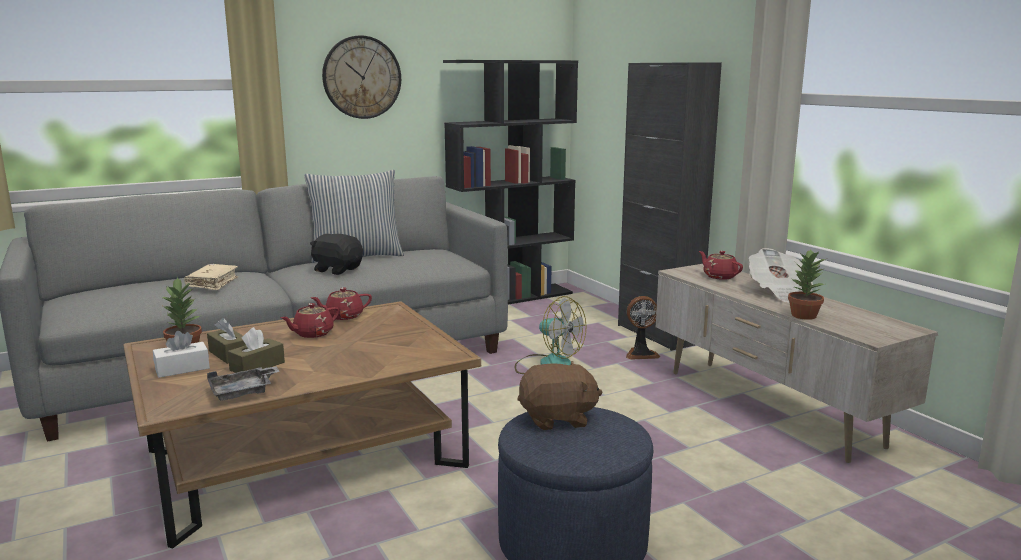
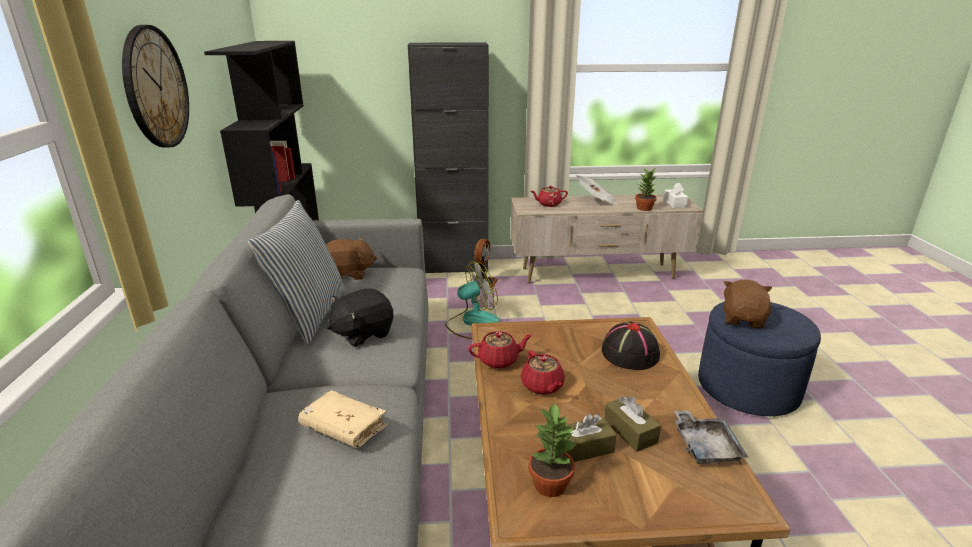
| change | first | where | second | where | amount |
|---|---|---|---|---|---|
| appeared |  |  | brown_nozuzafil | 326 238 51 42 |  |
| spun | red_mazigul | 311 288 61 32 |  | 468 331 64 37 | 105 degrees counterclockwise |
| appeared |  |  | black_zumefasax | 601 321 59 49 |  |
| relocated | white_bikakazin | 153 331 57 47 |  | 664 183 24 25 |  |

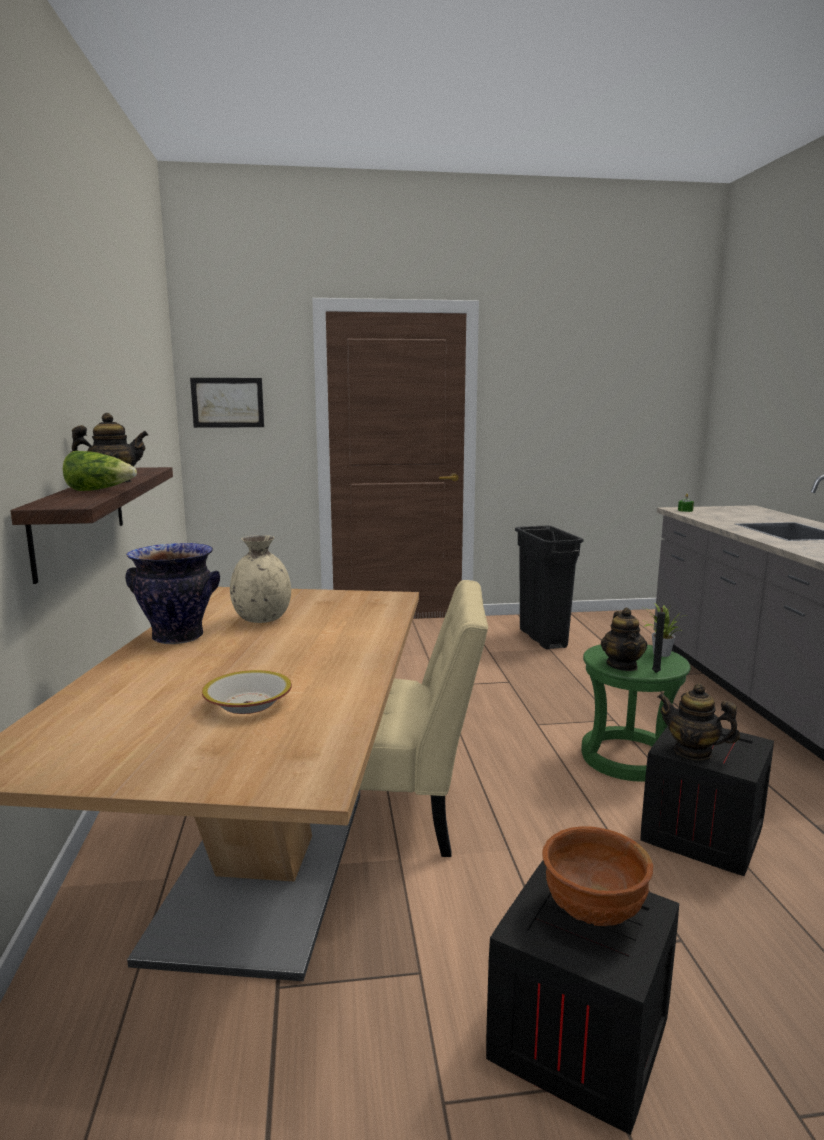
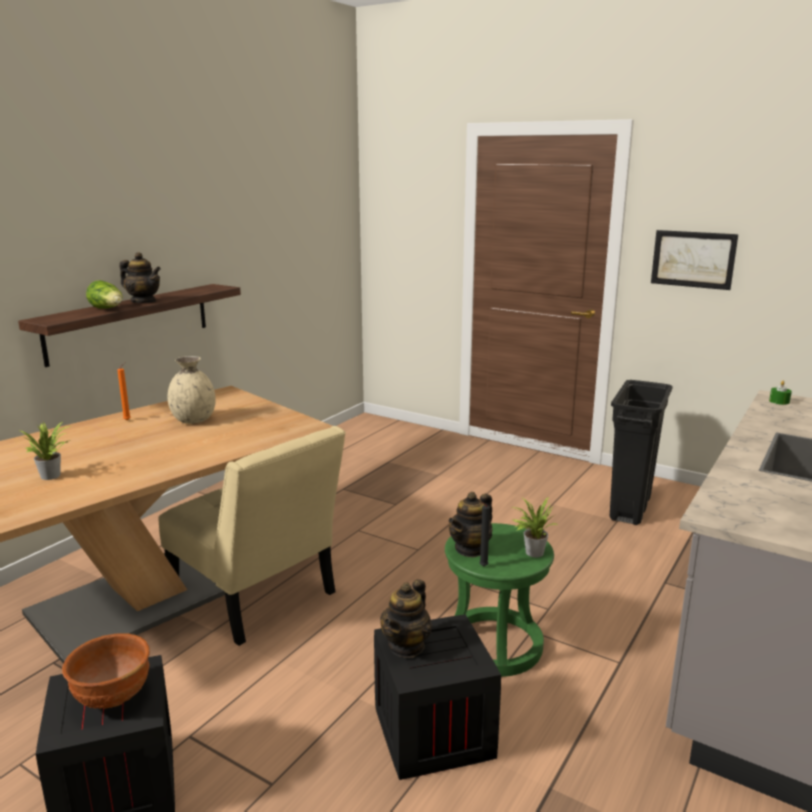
| change | first | where | second | where | amount |
|---|---|---|---|---|---|
| exchanged | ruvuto | 202 670 90 44 | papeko | 18 422 54 58 |  |
| exchanged | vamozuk | 125 543 95 101 | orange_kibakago | 117 362 14 58 |  |
| spun | mazigul | 657 684 83 76 |  | 380 579 52 79 | 135 degrees counterclockwise |
| relocated | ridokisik | 190 378 74 50 |  | 651 230 87 60 |  |

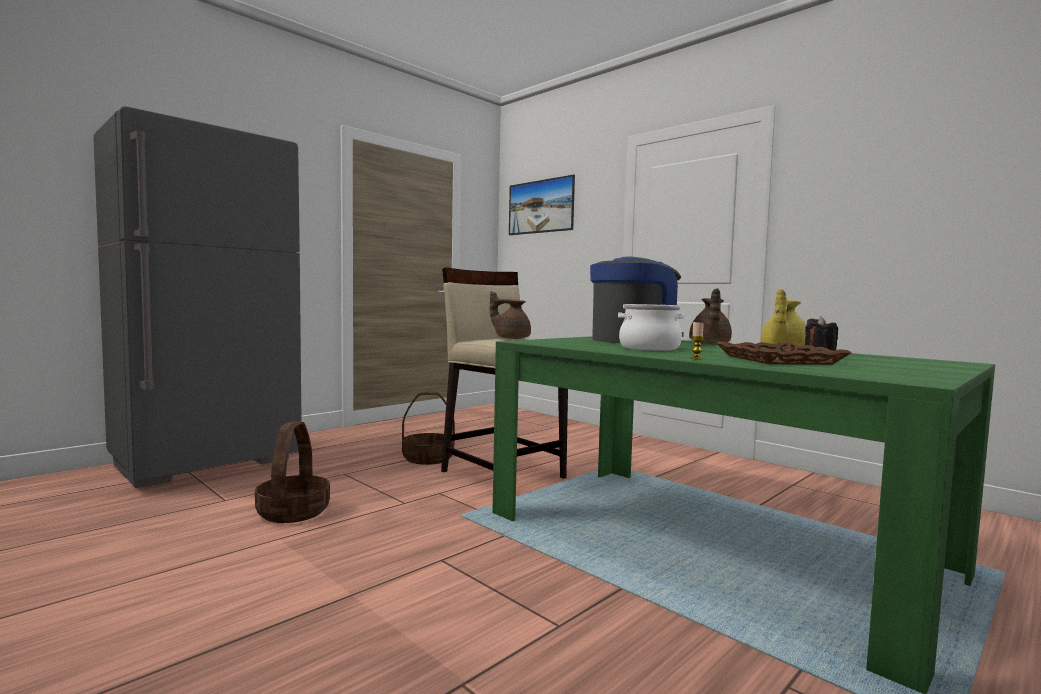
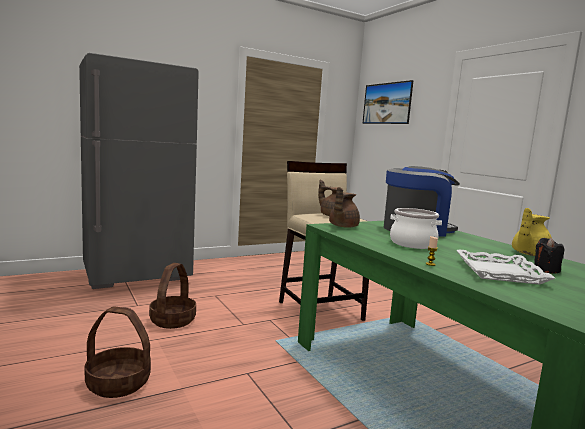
| change | first | where | second | where | amount |
|---|---|---|---|---|---|
| relocated | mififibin | 402 392 53 73 |  | 85 306 66 92 |  |
| relocated | brown_mazigul | 689 288 43 56 |  | 329 187 31 41 |  |
| colour | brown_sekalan | 716 341 136 24 | white_sekalan | 456 249 99 36 |  |

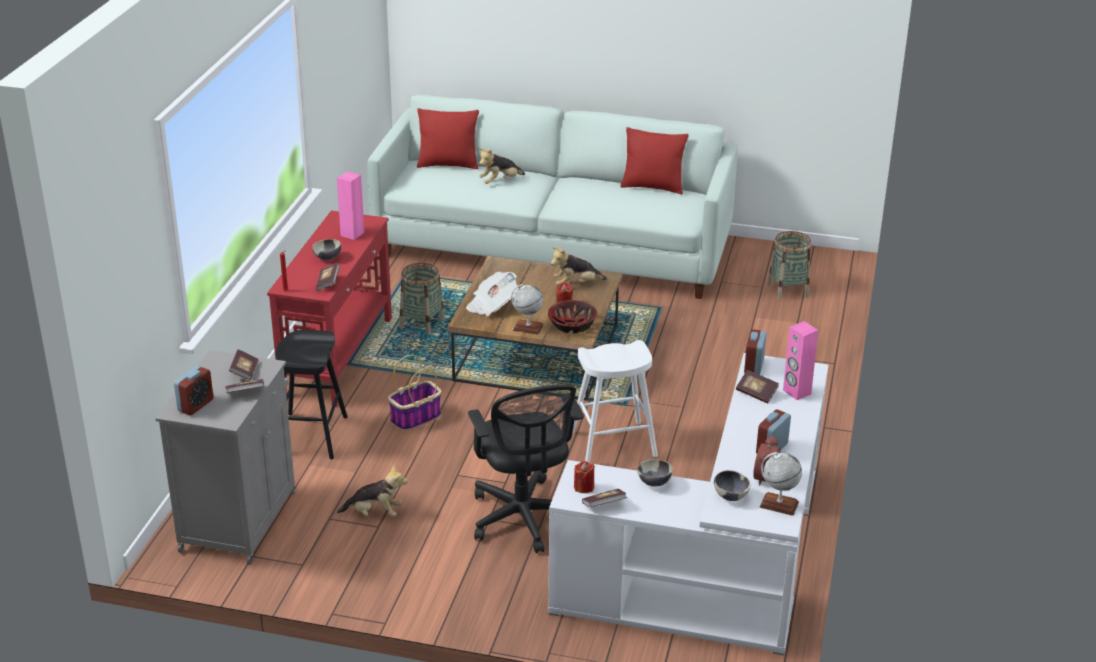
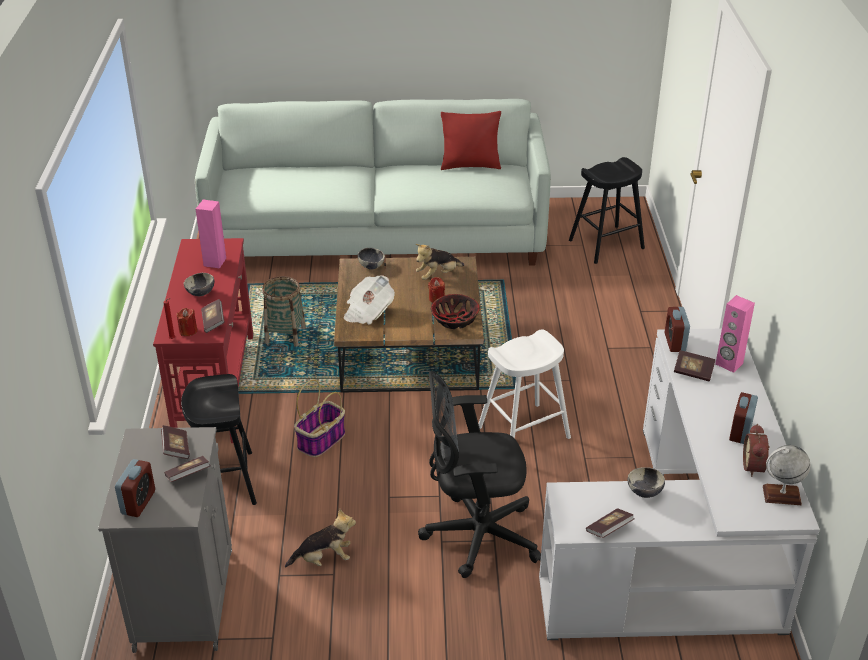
| change | first | where | second | where | amount |
|---|---|---|---|---|---|
| relocated | red_kibakago | 574 461 21 32 |  | 177 308 20 28 |  |
| relocated | ruvuto | 714 470 37 31 |  | 358 248 27 22 |  |
| spun | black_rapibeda | 468 384 116 169 |  | 418 371 123 207 | 120 degrees clockwise |
| exchanged | mififibin | 767 231 44 69 | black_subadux | 569 157 76 107 |  |
| missing | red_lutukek | 417 108 62 61 |  |  |  |
| missing | nozuzafil | 479 148 46 36 |  |  |  |
| missing | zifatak | 511 284 33 51 |  |  |  |

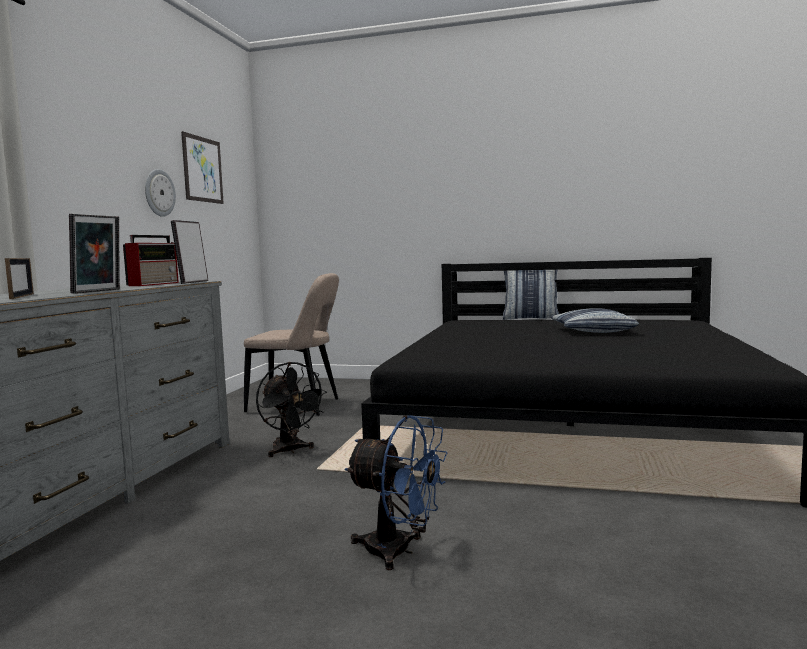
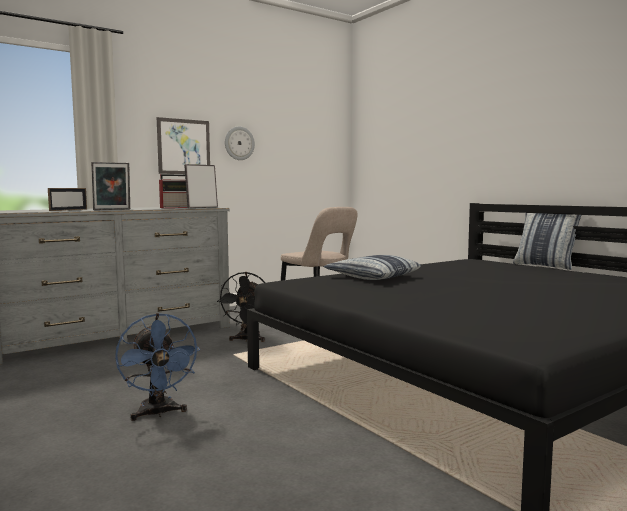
| change | first | where | second | where | amount |
|---|---|---|---|---|---|
| relocated | ridokisik | 181 131 43 73 |  | 157 117 53 57 |  |
| relocated | lutukek | 551 308 88 25 |  | 324 255 97 25 |  |

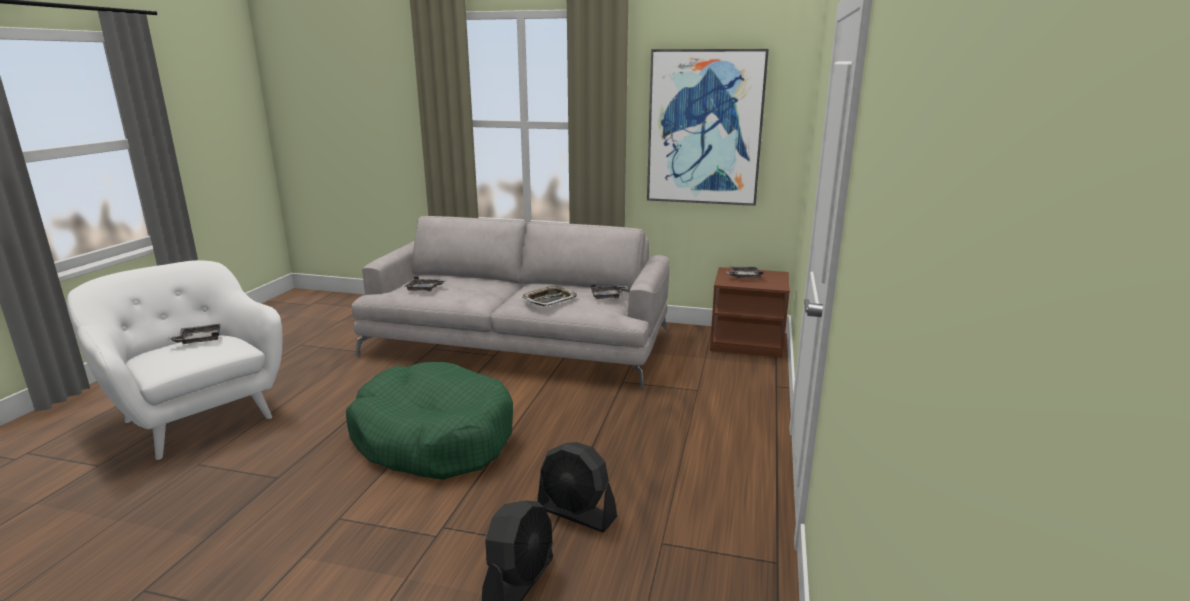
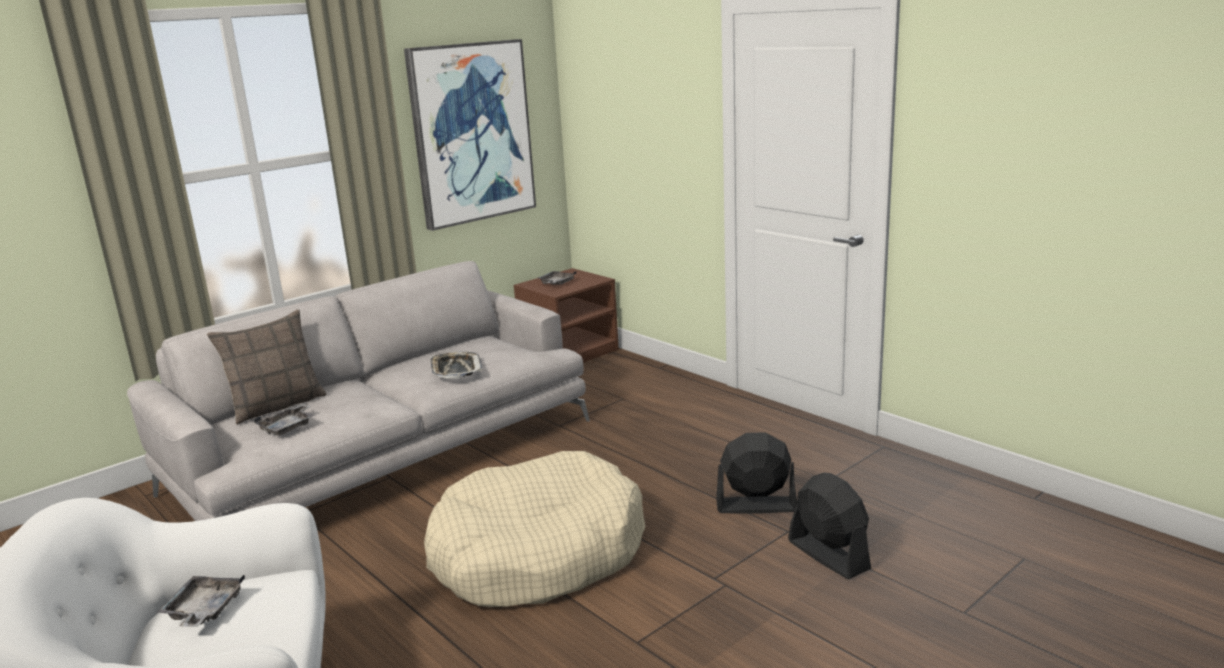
| change | first | where | second | where | amount |
|---|---|---|---|---|---|
| appeared |  |  | lutukek | 207 310 119 115 |  |
| colour | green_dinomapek | 346 362 167 118 | beige_dinomapek | 424 451 221 156 |  |
| spun | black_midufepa | 537 442 80 90 |  | 716 432 81 82 | 150 degrees counterclockwise |
| missing | grey_sekalan | 591 284 37 15 |  |  |  |

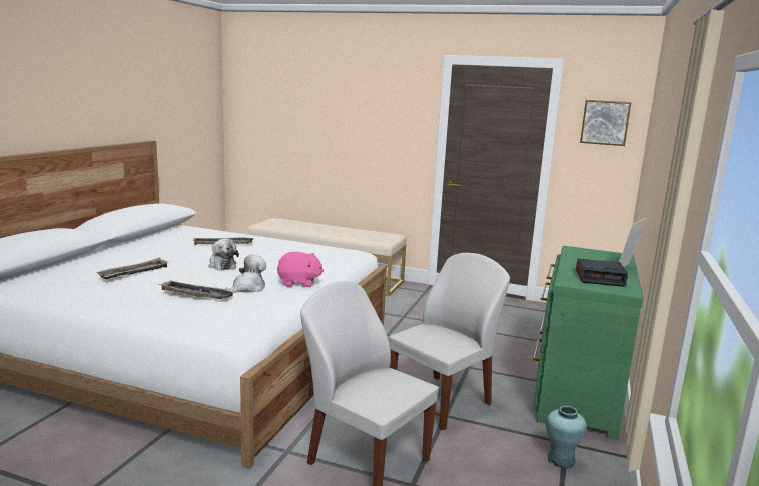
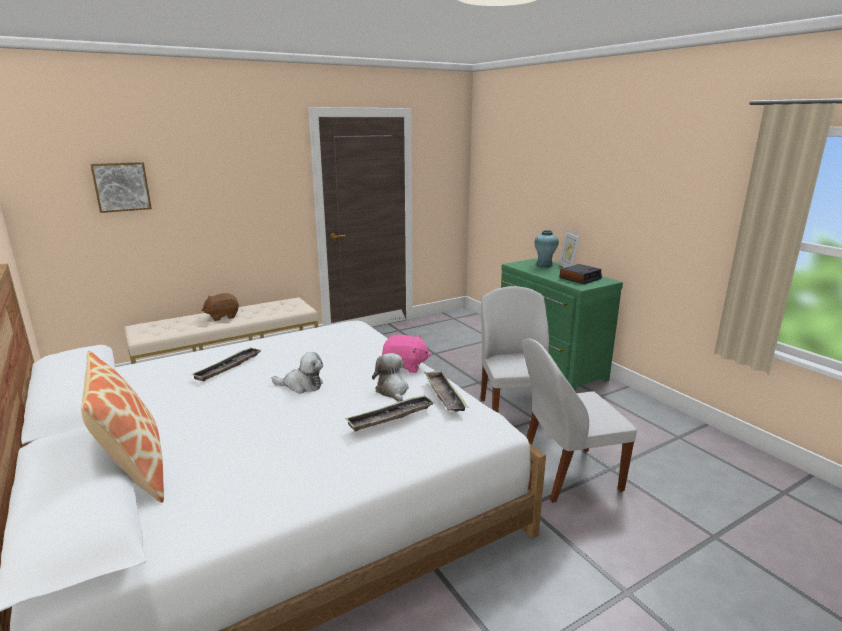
| change | first | where | second | where | amount |
|---|---|---|---|---|---|
| appeared |  |  | lutukek | 81 351 83 152 |  |
| relocated | ridokisik | 580 100 52 46 |  | 90 162 62 51 |  |
| appeared |  |  | brown_nozuzafil | 202 293 37 28 |  |
| spun | pink_nozuzafil | 277 252 47 35 |  | 382 335 49 38 | 60 degrees clockwise |
| relocated | sekalan | 96 258 72 22 |  | 424 371 45 41 |  |
| relocated | turquoise_vamozuk | 546 406 41 62 |  | 534 230 25 38 |  |

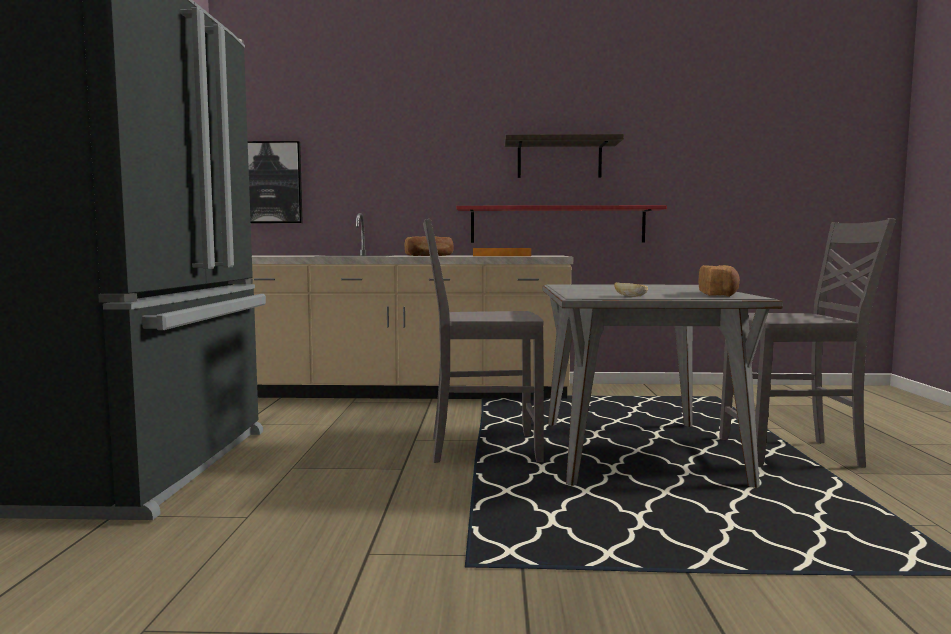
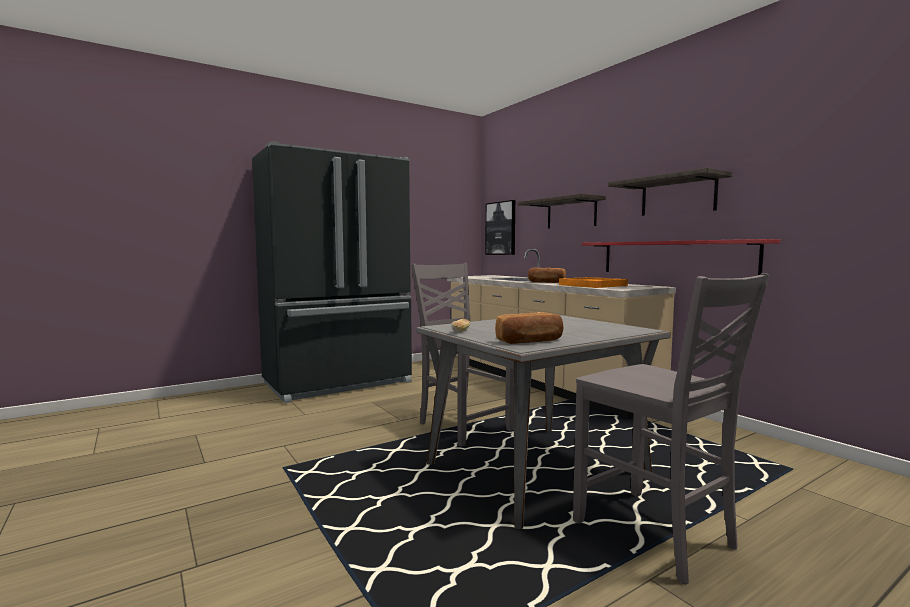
| change | first | where | second | where | amount |
|---|---|---|---|---|---|
| appeared |  |  | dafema | 518 194 88 35 |  |

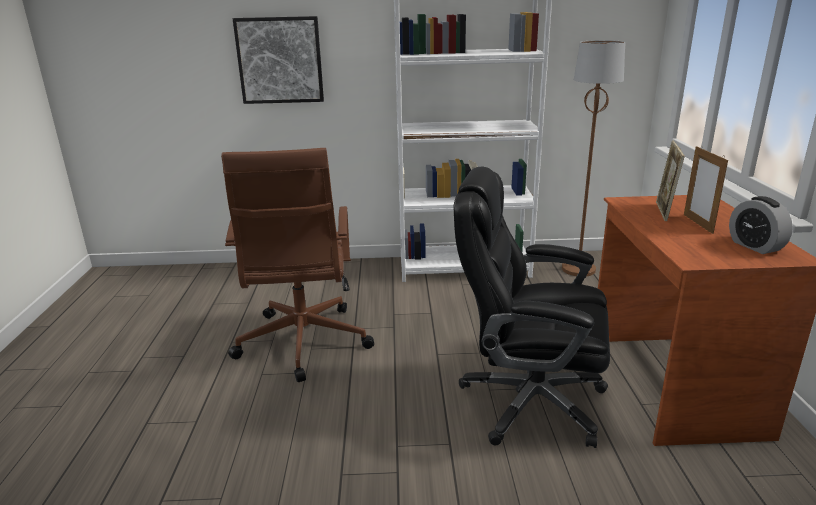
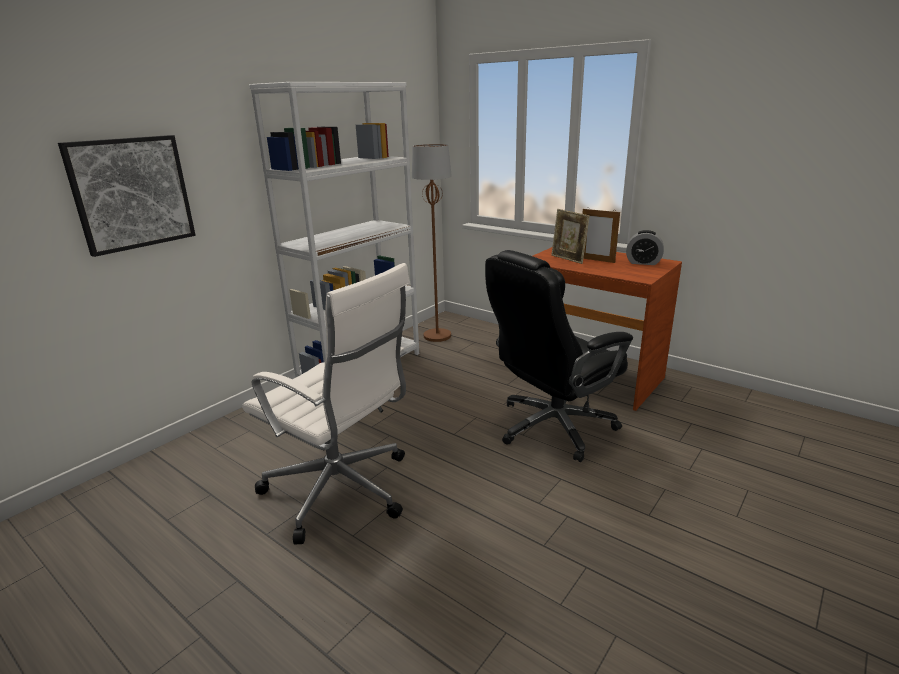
| change | first | where | second | where | amount |
|---|---|---|---|---|---|
| colour | brown_rapibeda | 221 148 153 234 | white_rapibeda | 242 263 168 281 |  |

